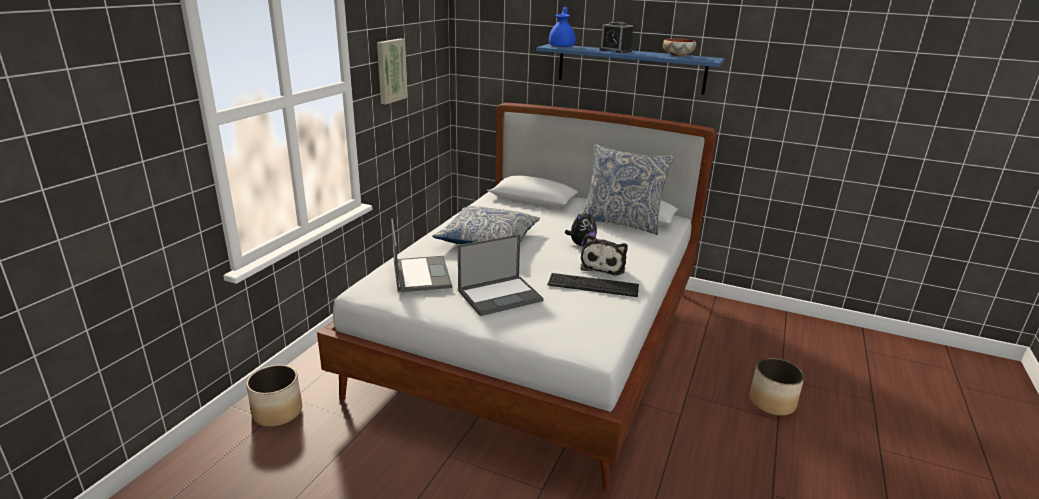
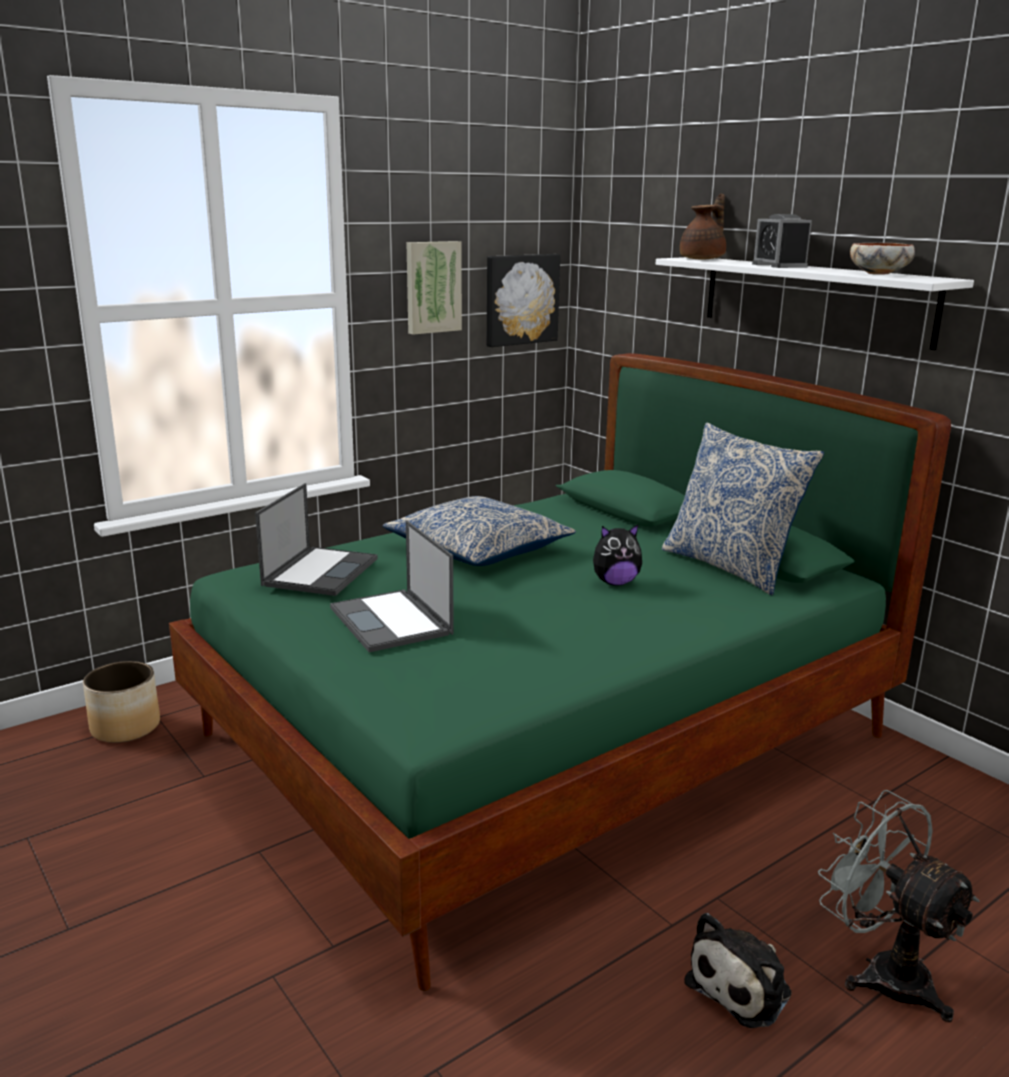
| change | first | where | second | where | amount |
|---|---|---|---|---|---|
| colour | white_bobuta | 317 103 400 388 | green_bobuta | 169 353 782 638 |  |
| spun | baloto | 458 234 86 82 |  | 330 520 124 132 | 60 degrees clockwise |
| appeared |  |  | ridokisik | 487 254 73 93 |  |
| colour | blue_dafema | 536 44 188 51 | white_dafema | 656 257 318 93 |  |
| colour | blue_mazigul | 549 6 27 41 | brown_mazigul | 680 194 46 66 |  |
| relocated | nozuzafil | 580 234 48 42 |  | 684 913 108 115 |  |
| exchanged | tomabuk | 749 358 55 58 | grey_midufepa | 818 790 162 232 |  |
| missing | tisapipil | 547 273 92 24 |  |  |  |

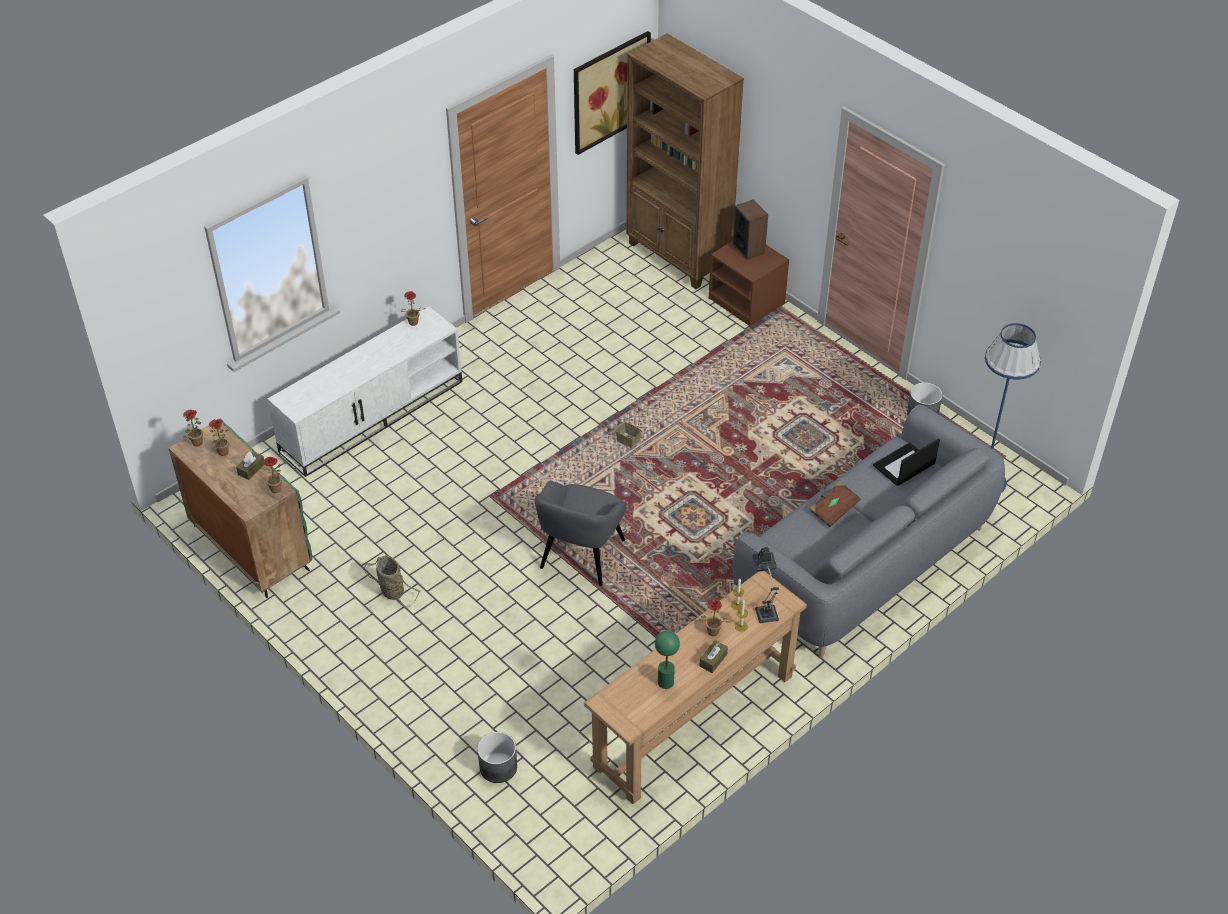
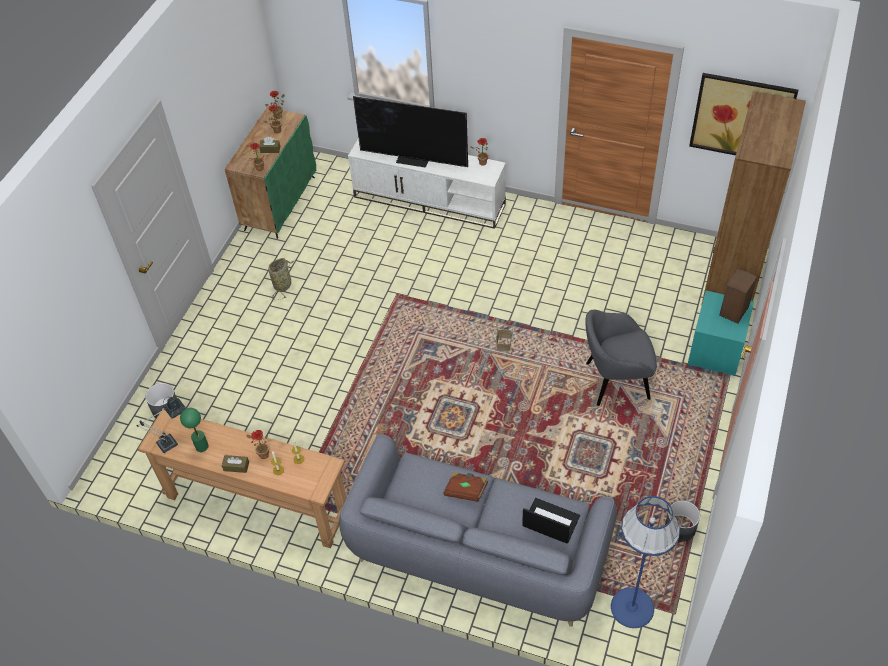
| change | first | where | second | where | amount |
|---|---|---|---|---|---|
| relocated | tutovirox | 752 547 27 76 |  | 136 397 50 56 |  |
| appeared |  |  | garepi | 353 96 115 72 |  |
| relocated | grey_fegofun | 535 481 92 105 |  | 585 310 72 96 |  |
| colour | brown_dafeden | 709 241 80 85 | turquoise_dafeden | 688 291 66 85 |  |

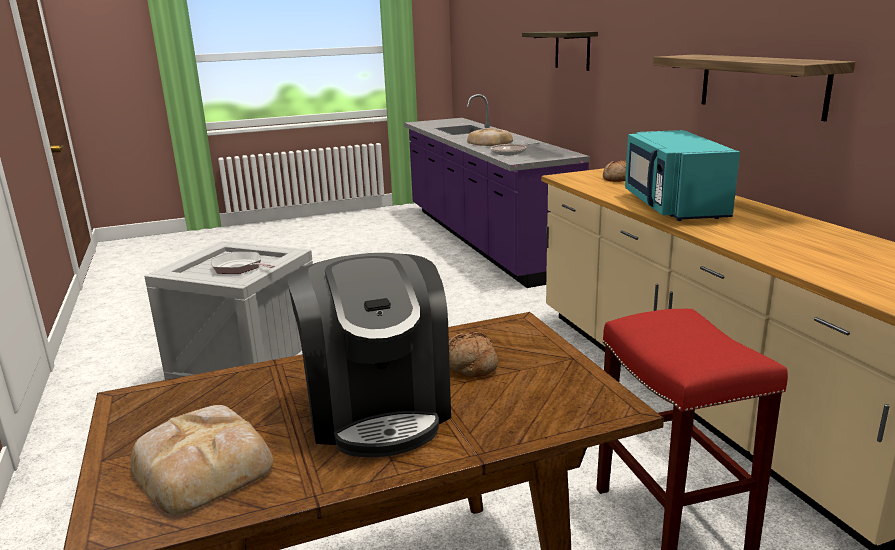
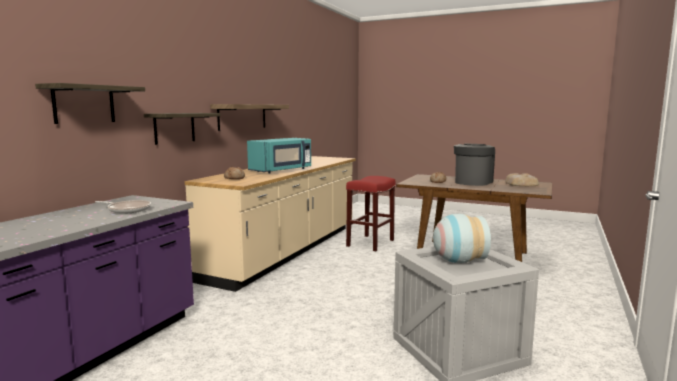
| change | first | where | second | where | amount |
|---|---|---|---|---|---|
| appeared |  |  | dafema | 144 113 76 32 |  |
| exchanged | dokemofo | 211 252 64 22 | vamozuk | 433 214 58 49 |  |
| missing | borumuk | 467 128 46 18 |  |  |  |

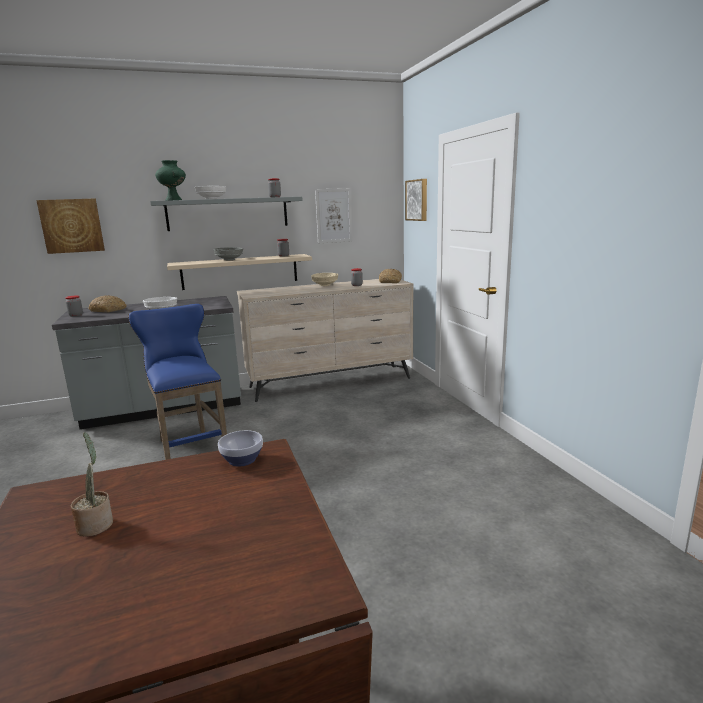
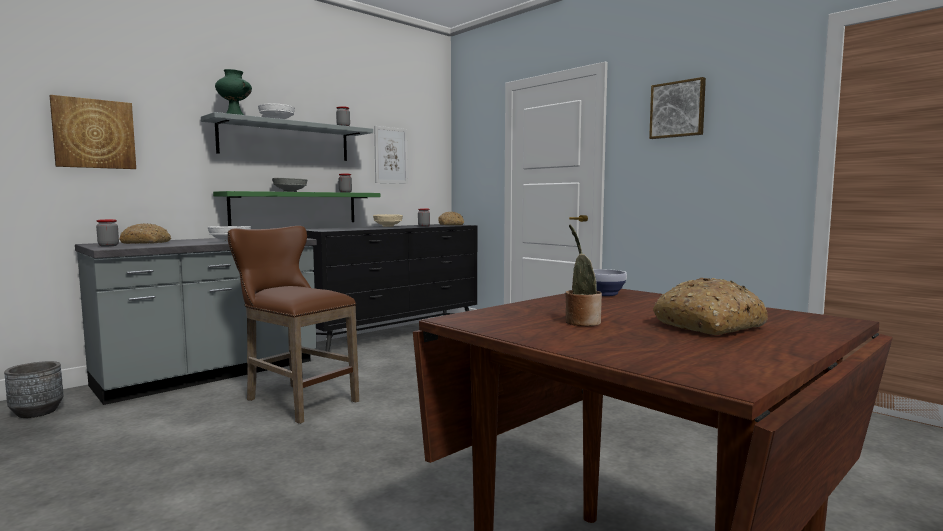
| change | first | where | second | where | amount |
|---|---|---|---|---|---|
| appeared |  |  | grey_tomabuk | 4 361 59 57 |  |
| colour | beige_dafema | 167 254 145 36 | green_dafema | 213 191 167 35 |  |
| colour | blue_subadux | 128 304 99 156 | brown_subadux | 228 226 131 198 |  |
| colour | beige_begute | 237 279 177 123 | black_begute | 306 224 171 128 |  |
| relocated | ridokisik | 405 179 22 42 |  | 649 77 57 62 |  |
| appeared |  |  | borumuk | 653 278 115 57 |  |

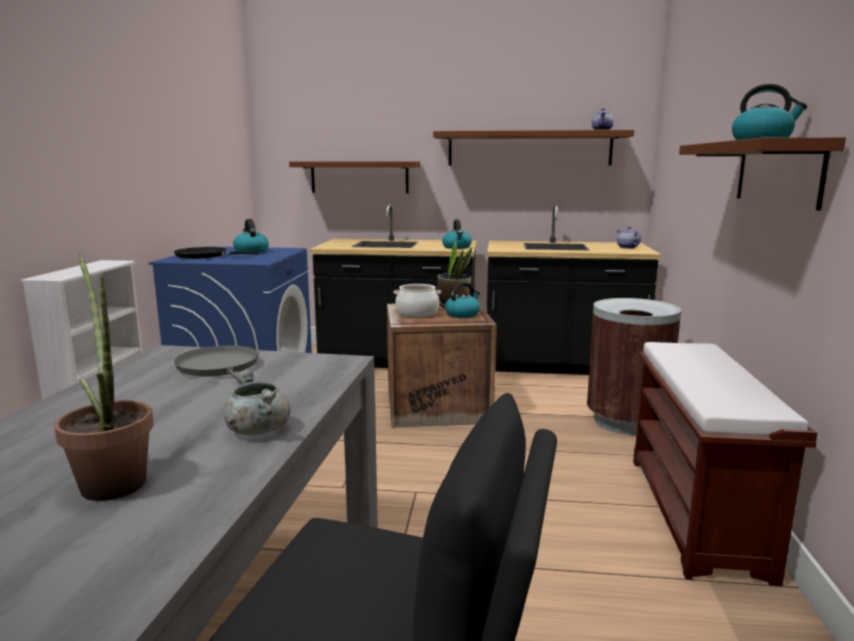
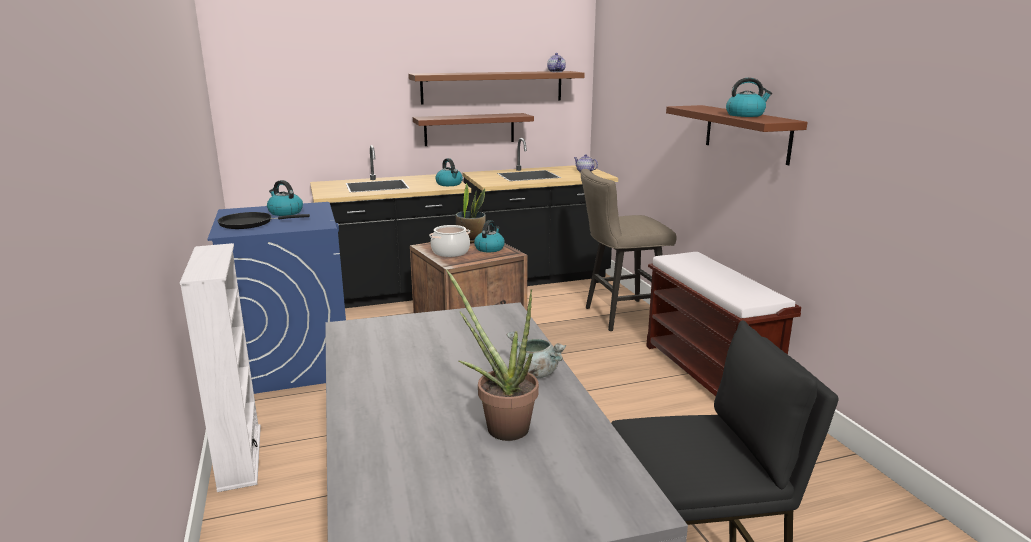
| change | first | where | second | where | amount |
|---|---|---|---|---|---|
| relocated | brown_dafema | 289 161 131 32 |  | 413 113 121 33 |  |
| exchanged | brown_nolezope | 587 298 94 137 | beige_subadux | 581 169 96 162 |  |
| missing | grey_dokemofo | 174 345 85 40 |  |  |  |

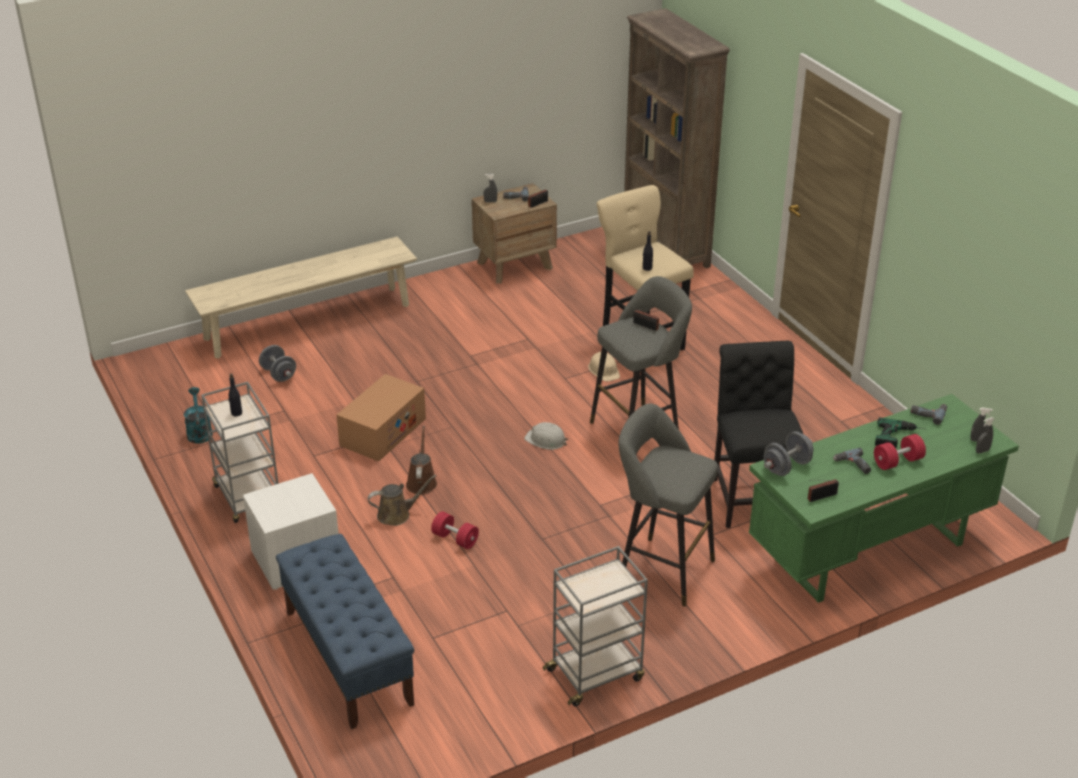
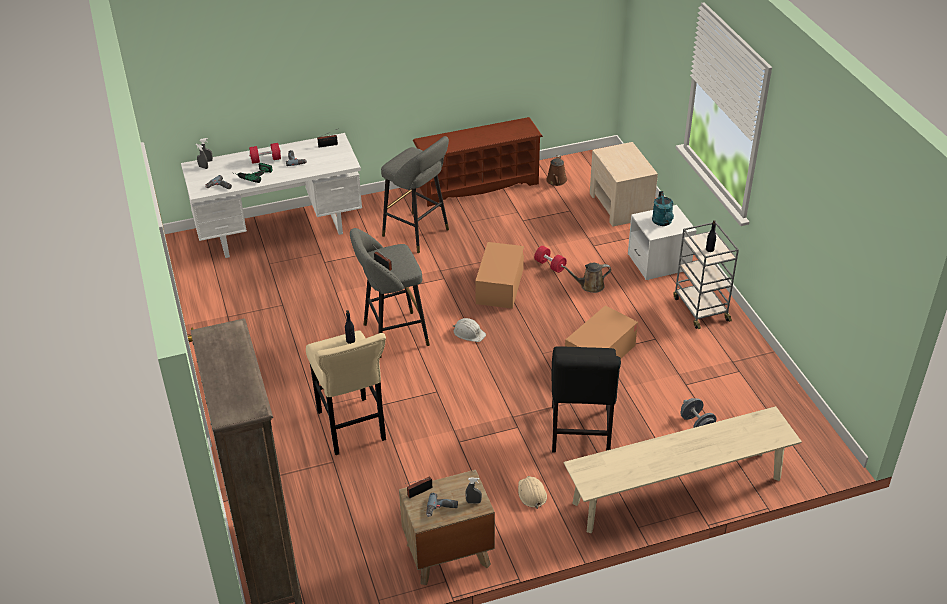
| change | first | where | second | where | amount |
|---|---|---|---|---|---|
| colour | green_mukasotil | 749 394 270 209 | white_mukasotil | 181 133 181 125 |  |
| exchanged | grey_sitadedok | 543 546 105 160 | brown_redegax | 413 117 130 90 |  |
| appeared |  |  | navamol | 475 242 49 67 |  |
| relocated | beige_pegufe | 588 352 32 29 |  | 518 476 29 33 |  |
| relocated | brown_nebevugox | 406 426 31 69 |  | 546 155 21 31 |  |
| relocated | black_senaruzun | 714 341 89 187 |  | 552 346 69 106 |  |
| exchanged | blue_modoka | 276 534 138 195 | beige_dafeden | 590 142 68 84 |  |
| relocated | turquoise_nebevugox | 184 387 29 57 |  | 652 191 22 35 |  |
| missing | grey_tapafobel | 763 432 51 44 |  |  |  |

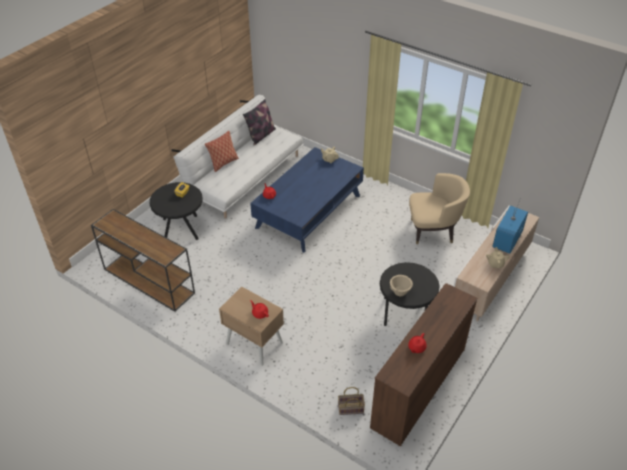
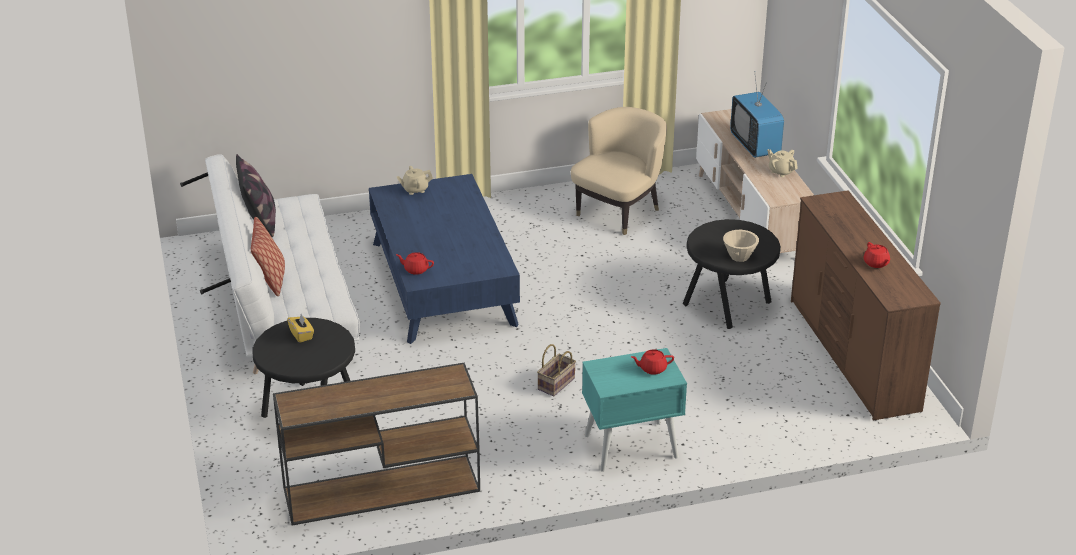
| change | first | where | second | where | amount |
|---|---|---|---|---|---|
| relocated | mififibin | 338 387 27 28 |  | 537 344 39 52 |  |
| colour | beige_dafeden | 219 287 65 79 | turquoise_dafeden | 582 348 105 124 |  |

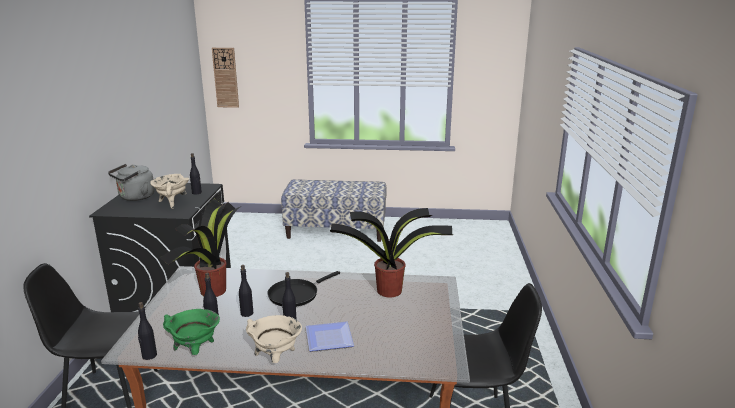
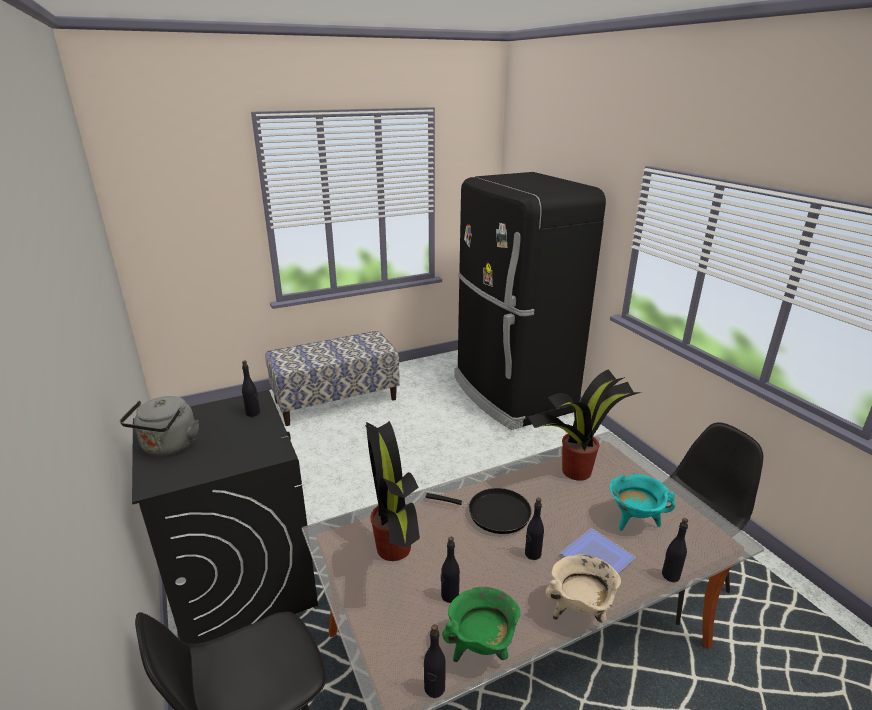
| change | first | where | second | where | amount |
|---|---|---|---|---|---|
| spun | black_dokemofo | 268 271 72 36 |  | 426 488 106 46 | 90 degrees counterclockwise |
| appeared |  |  | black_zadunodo | 454 172 152 258 |  |
| appeared |  |  | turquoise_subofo | 610 473 65 58 |  |
| relocated | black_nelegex | 239 265 14 52 |  | 662 518 26 64 |  |
| missing | beige_subofo | 150 174 39 35 |  |  |  |
| missing | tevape | 212 47 27 61 |  |  |  |

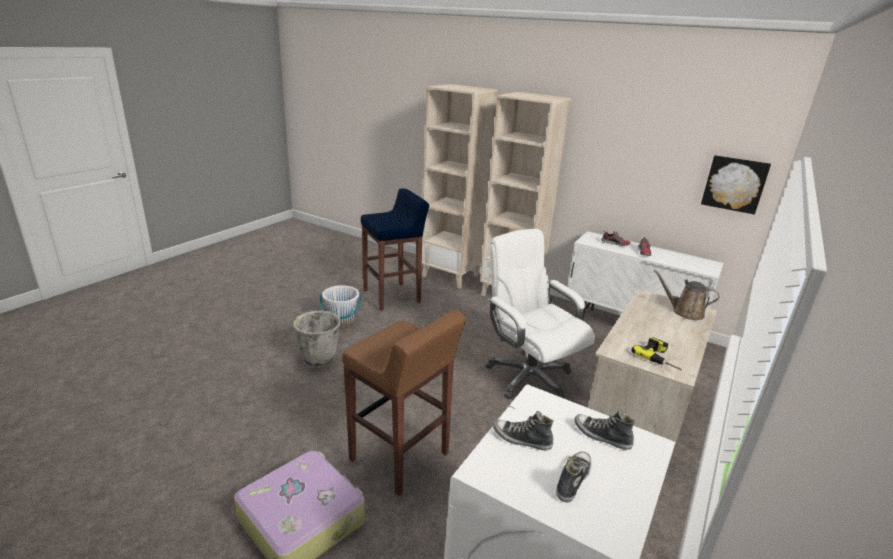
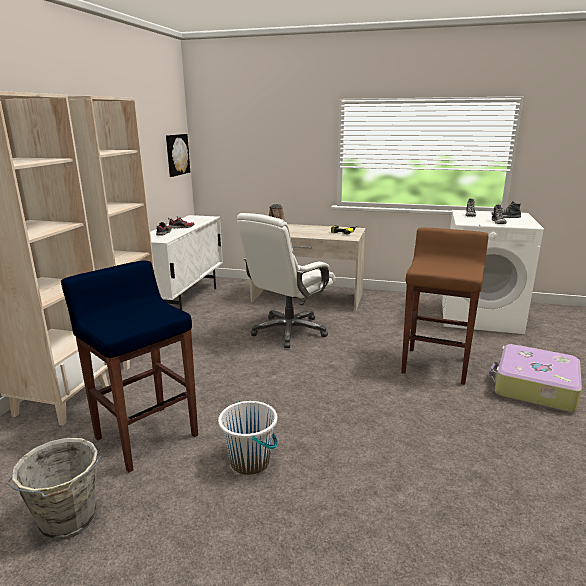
| change | first | where | second | where | amount |
|---|---|---|---|---|---|
| relocated | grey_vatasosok | 287 310 54 58 |  | 7 438 94 103 |  |

